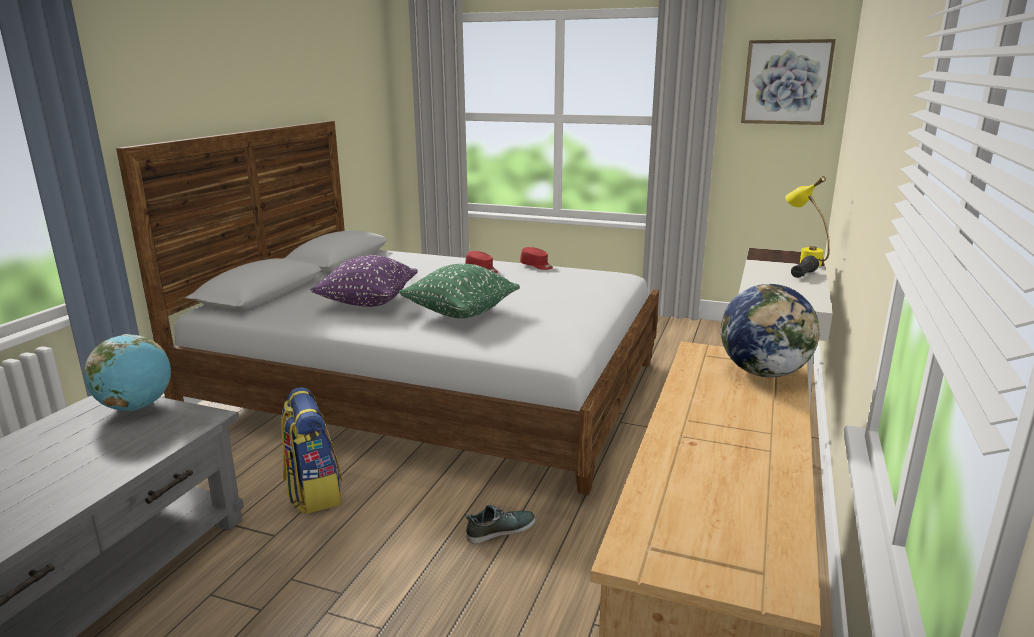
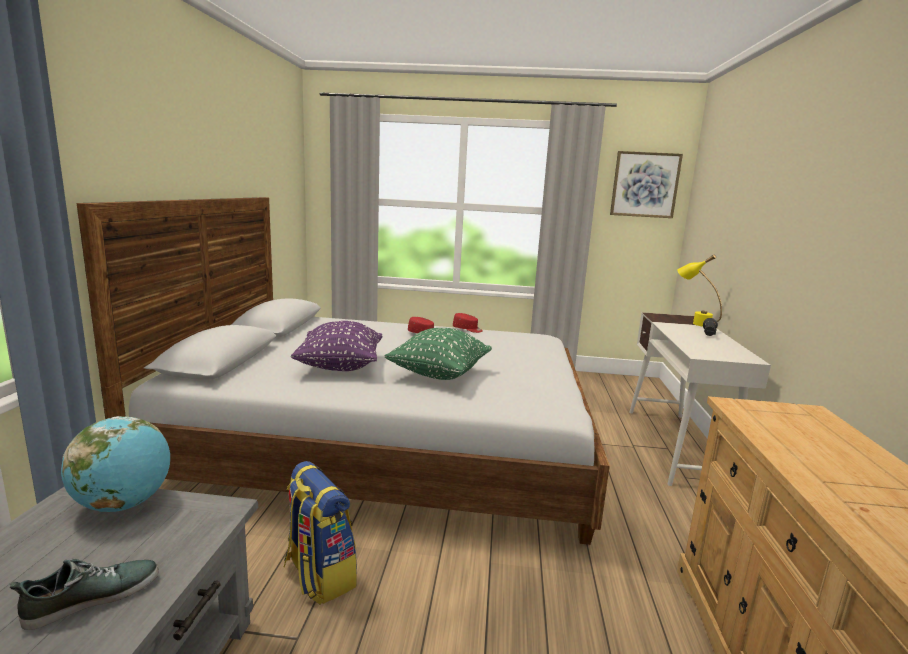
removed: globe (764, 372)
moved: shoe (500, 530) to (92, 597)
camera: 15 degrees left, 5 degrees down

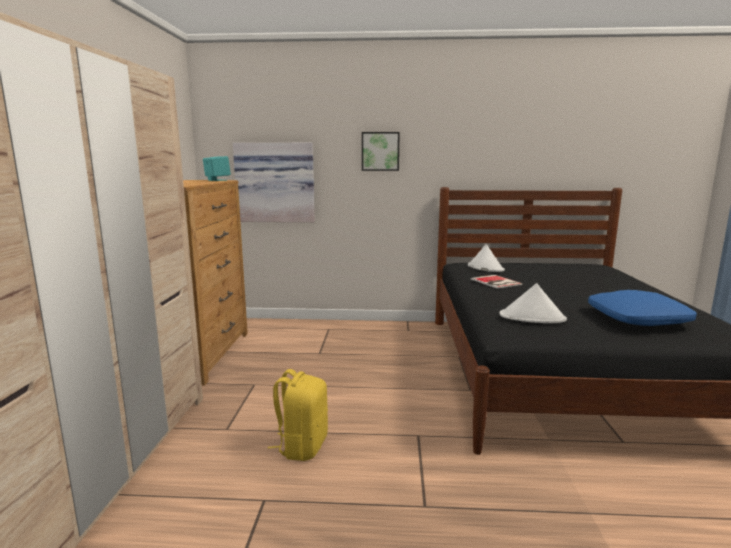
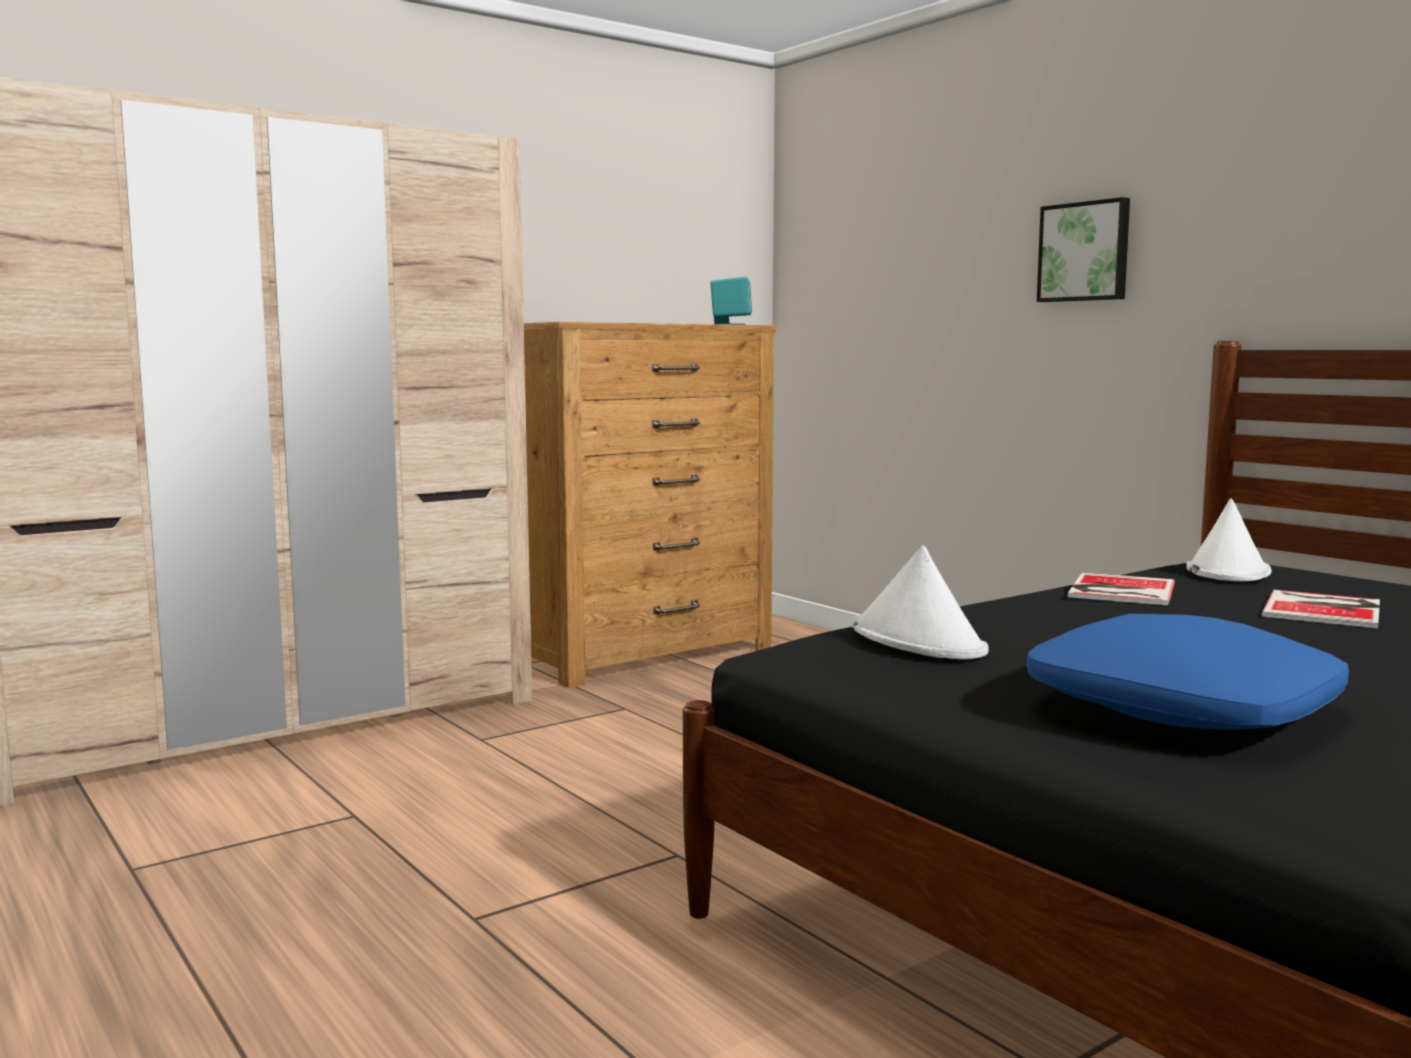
removed: picture (275, 182); backpack (yellow) (302, 446)
added: book (1325, 609)
camera: 50 degrees right, 5 degrees down

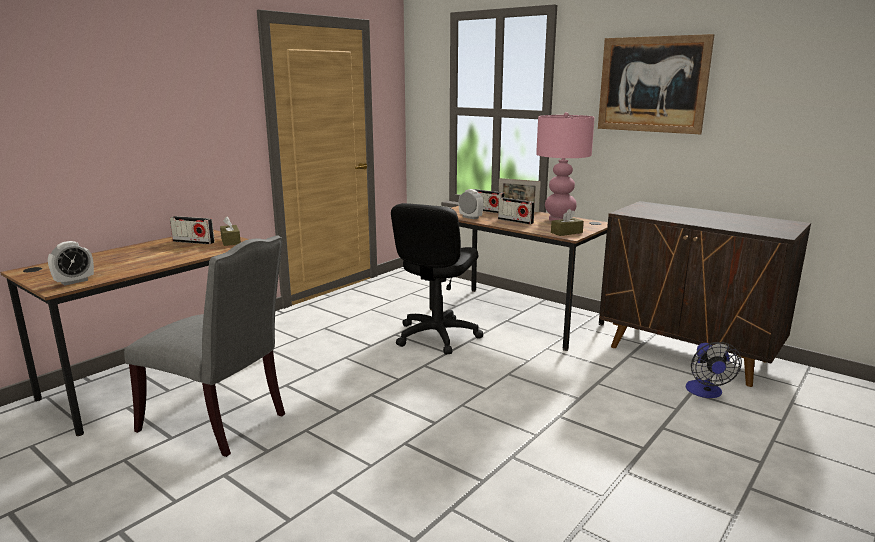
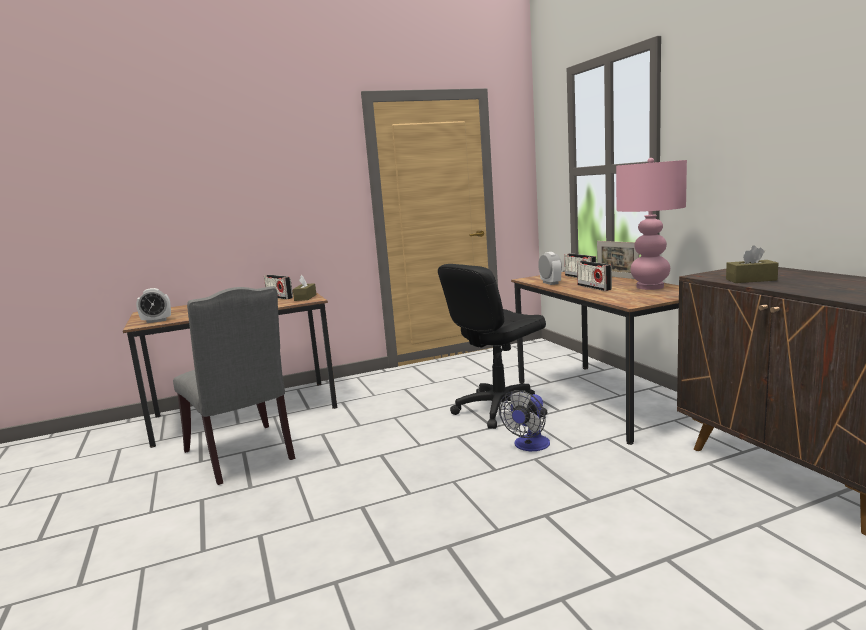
removed: picture (652, 84)
moved: tissue box (brown) (566, 232) to (751, 280); fan (706, 393) to (529, 446)
camera: 30 degrees right, 5 degrees down

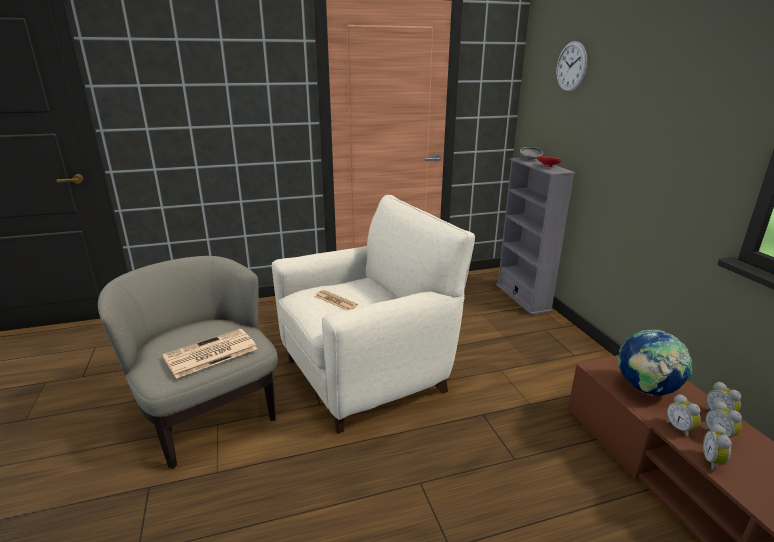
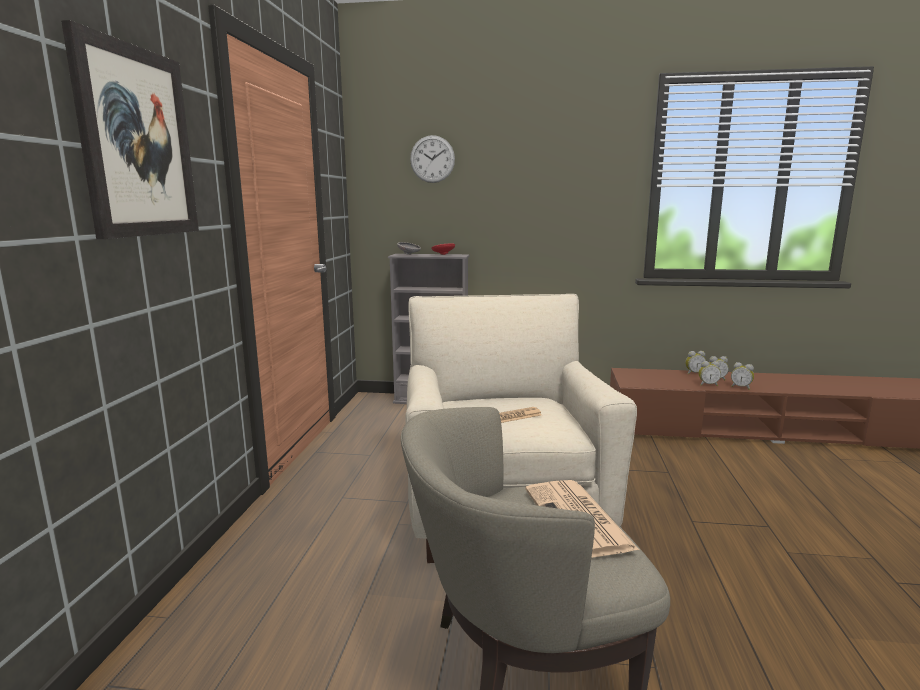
removed: globe (646, 390)
added: picture (137, 143)
camera: 65 degrees left, 10 degrees down

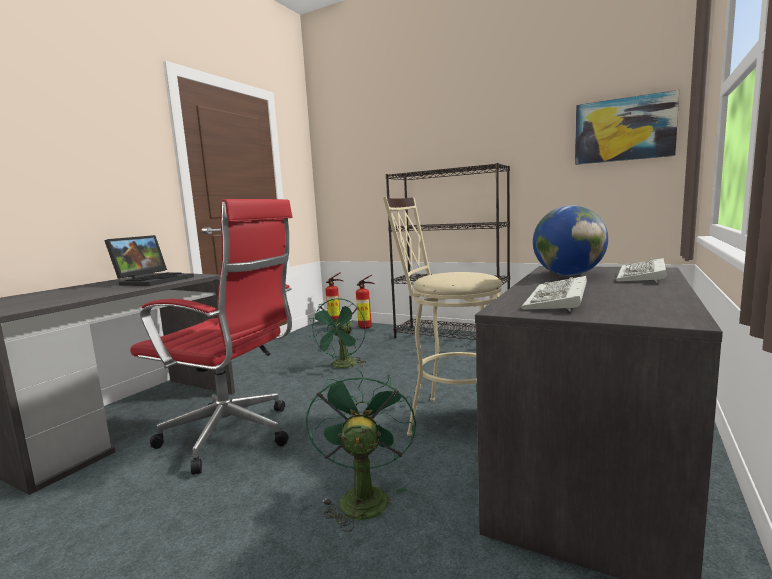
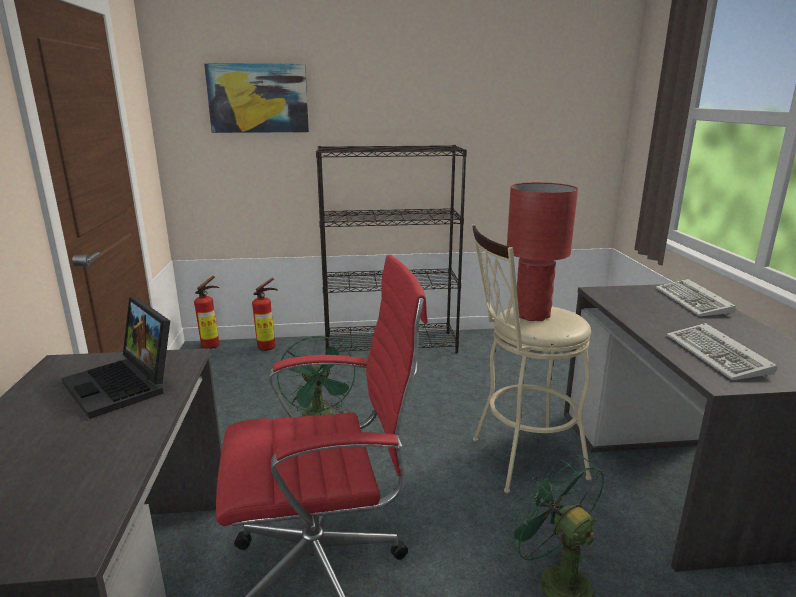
removed: globe (568, 275)
added: table lamp (red) (532, 315)
moved: picture (624, 129) to (258, 98)
turned: laptop (154, 280) = (125, 385) 150 degrees clockwise
camera: 35 degrees left, 10 degrees up

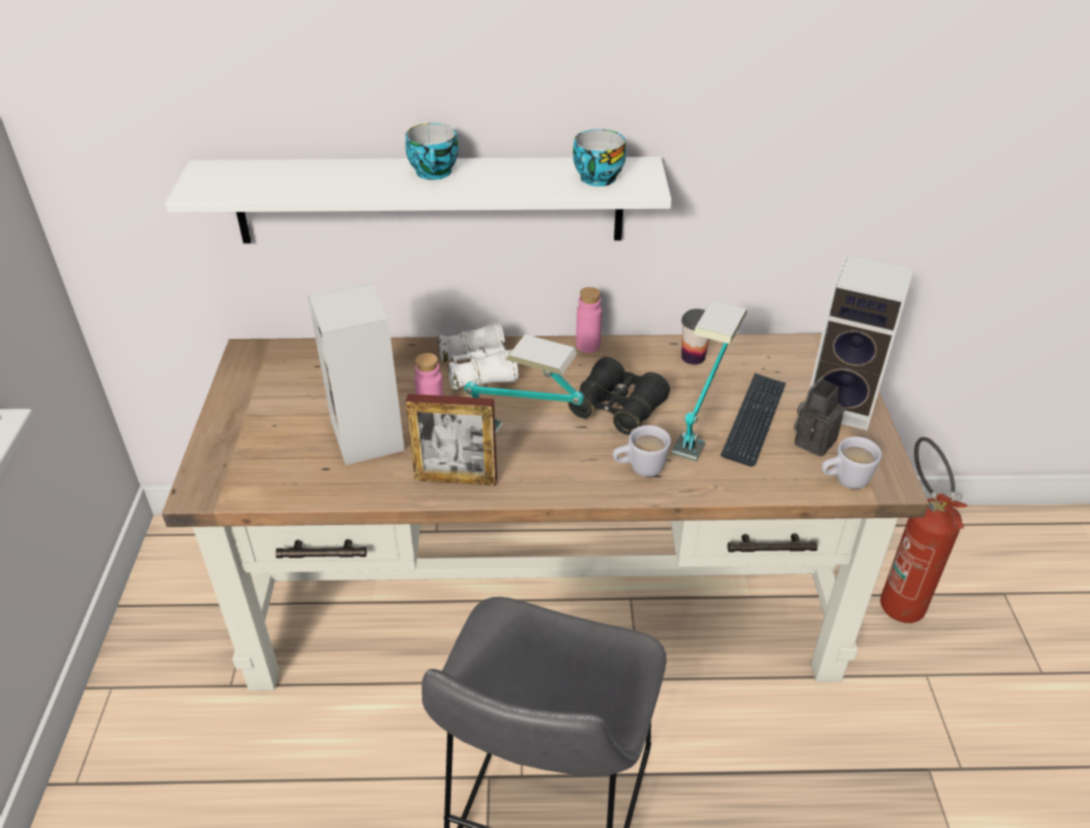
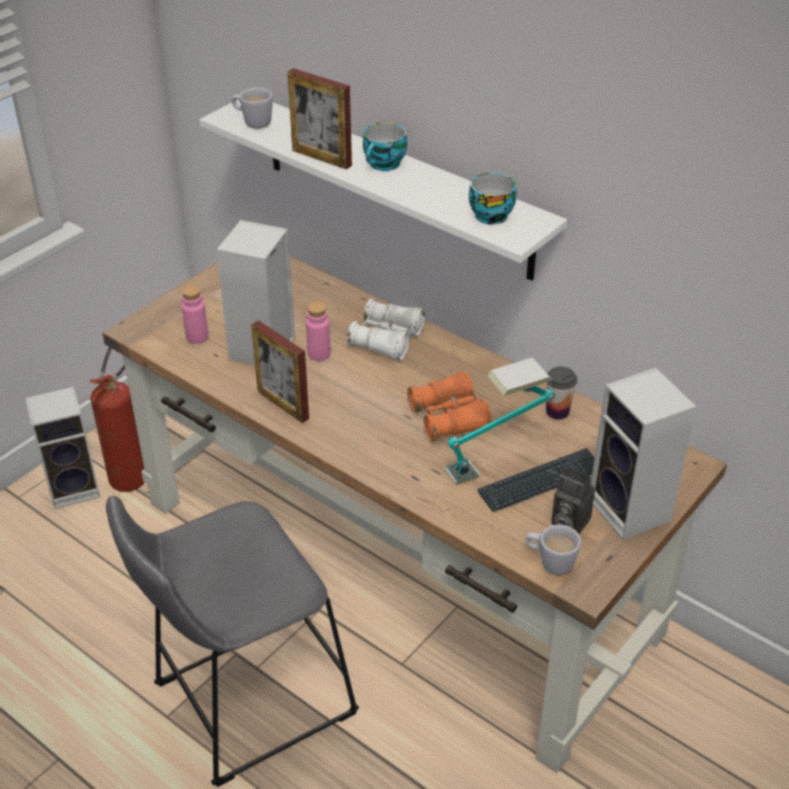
removed: table lamp (524, 441)
added: picture frame (321, 158); speaker (75, 487)
moved: bottle (pink) (588, 345) to (197, 337); mug (white) (639, 469) to (252, 122); fire extinguisher (896, 597) to (134, 473)
recoloured: binoculars (black) (617, 408) to binoculars (orange) (449, 418)
turned: photo camera (813, 440) = (567, 521) 135 degrees counterclockwise
camera: 40 degrees right, 0 degrees up

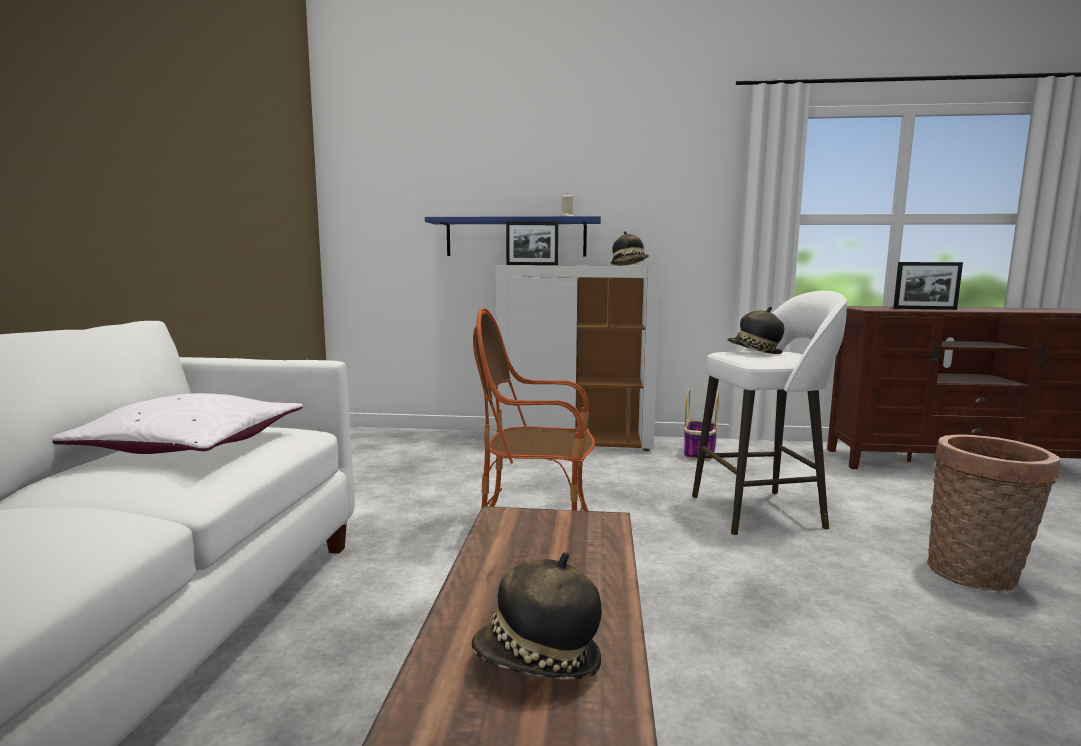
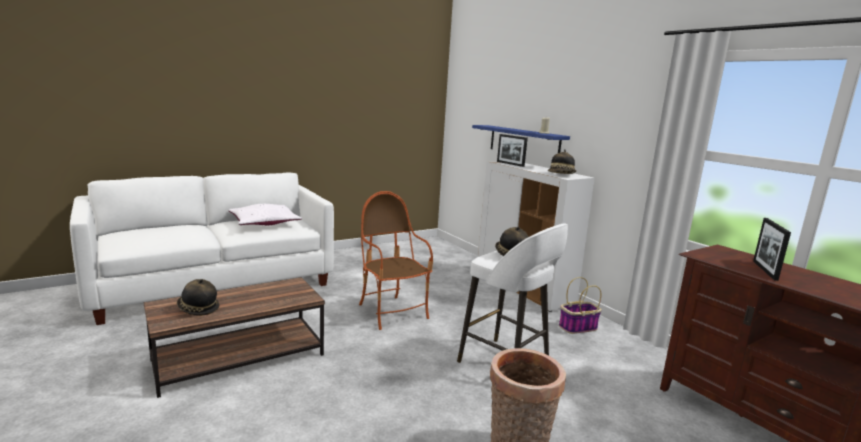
turned: picture frame (924, 309) = (765, 270) 45 degrees clockwise
camera: 50 degrees right, 5 degrees up

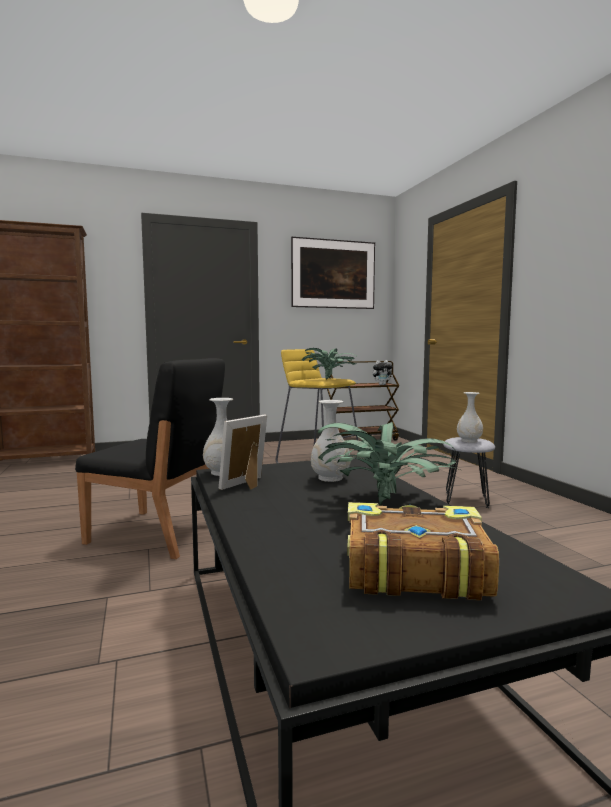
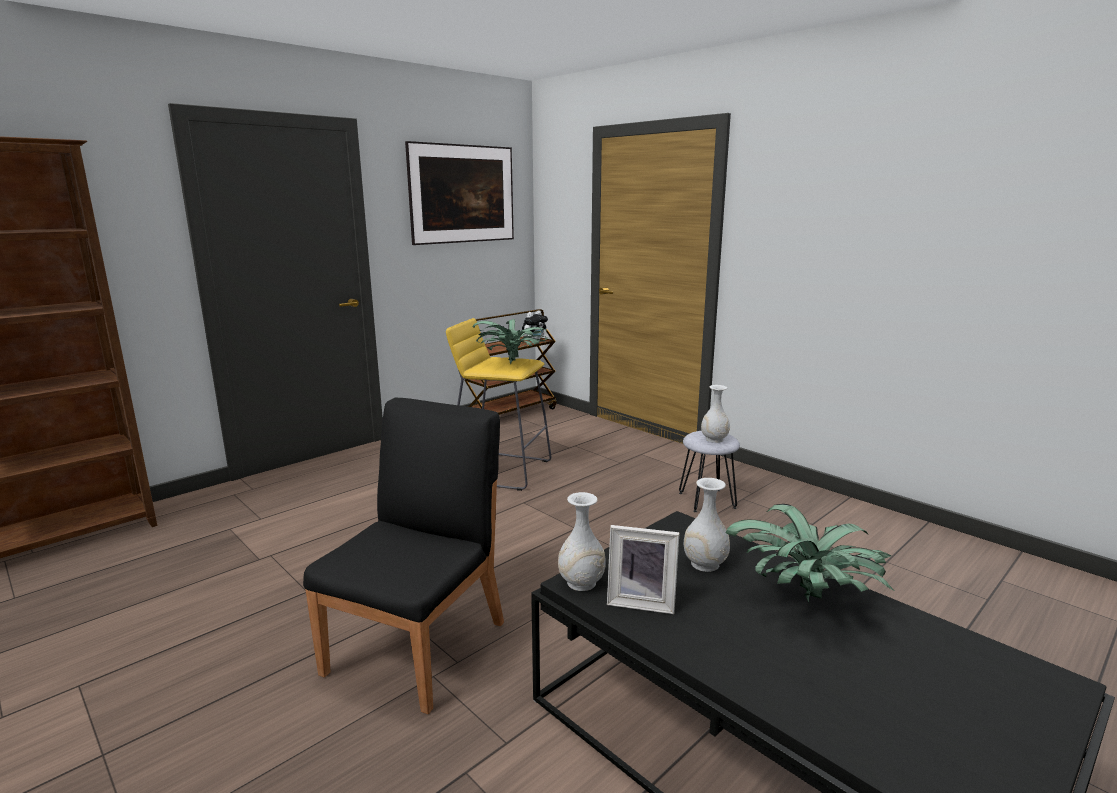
removed: book (412, 569)
turned: chair (black) (158, 533) = (419, 646) 60 degrees counterclockwise; picture frame (247, 485) = (641, 601) 90 degrees counterclockwise
camera: 25 degrees left, 10 degrees up

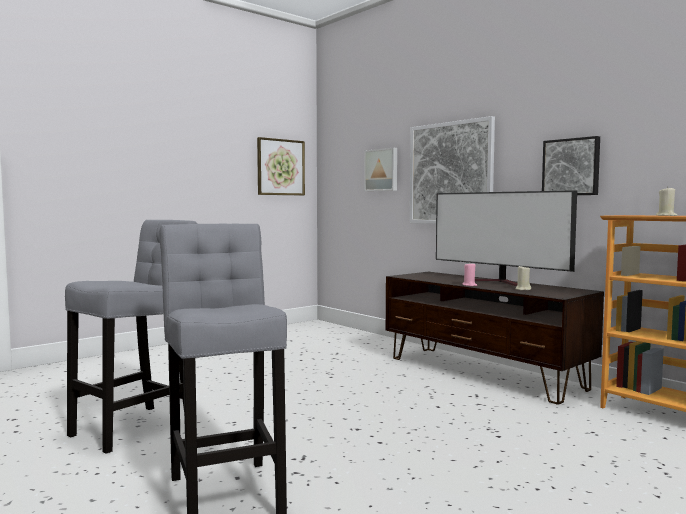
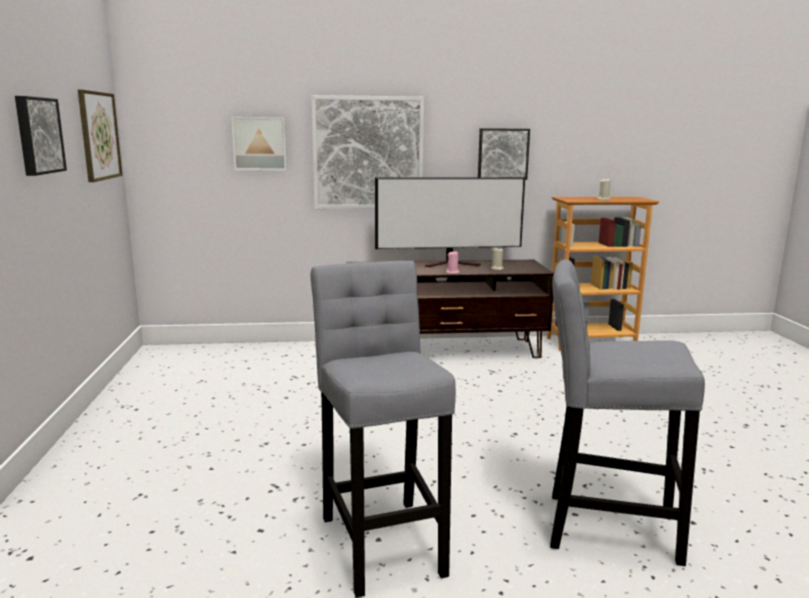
added: picture (37, 135)
camera: 55 degrees left, 10 degrees up

